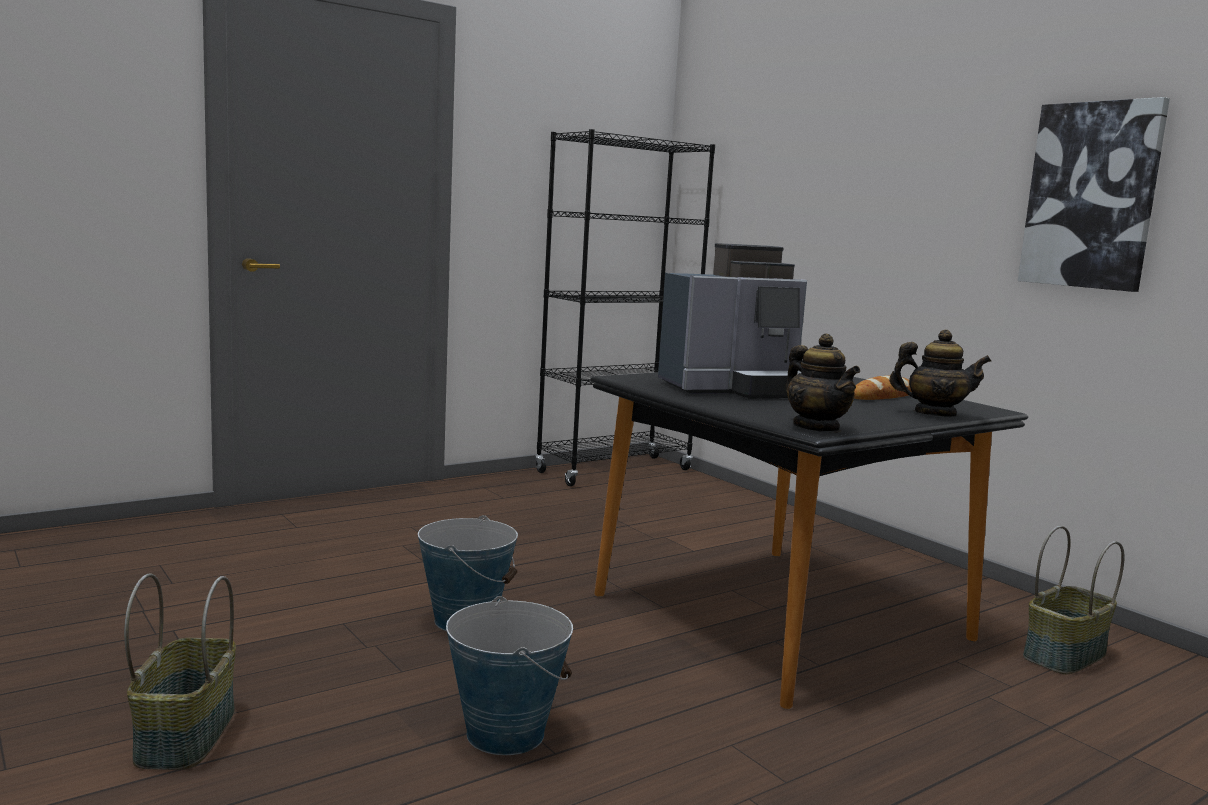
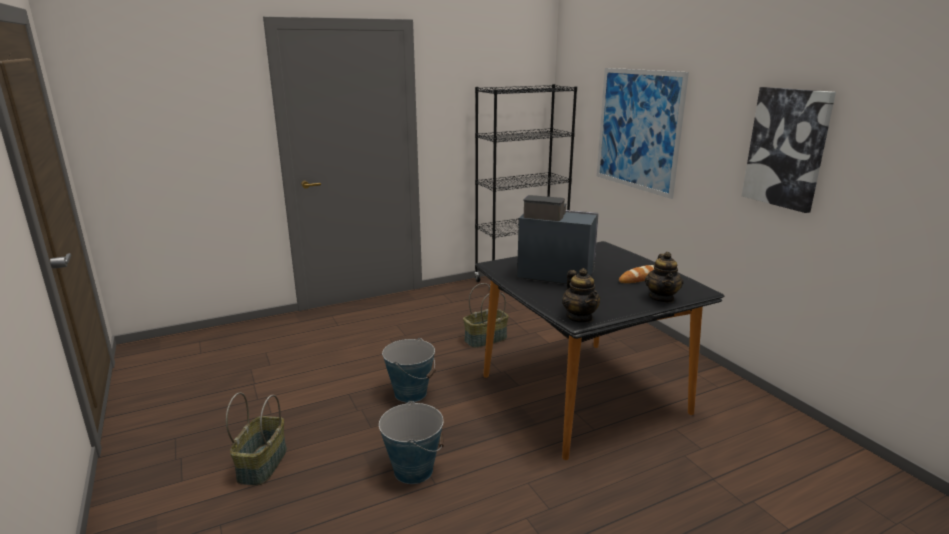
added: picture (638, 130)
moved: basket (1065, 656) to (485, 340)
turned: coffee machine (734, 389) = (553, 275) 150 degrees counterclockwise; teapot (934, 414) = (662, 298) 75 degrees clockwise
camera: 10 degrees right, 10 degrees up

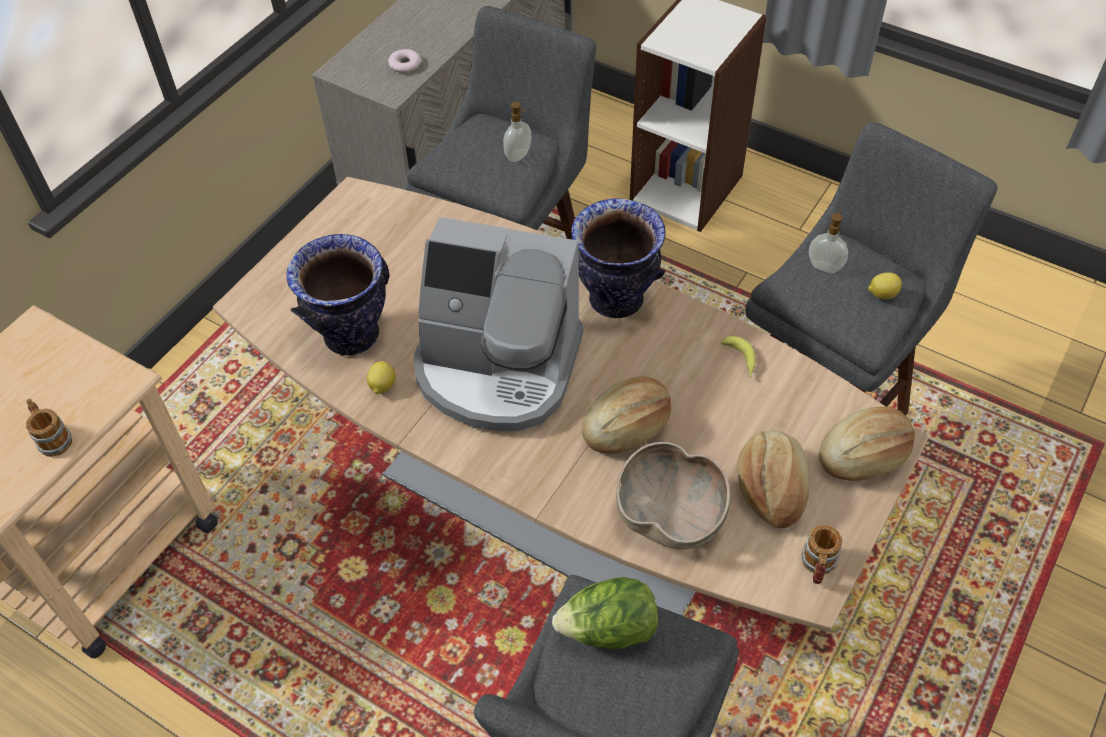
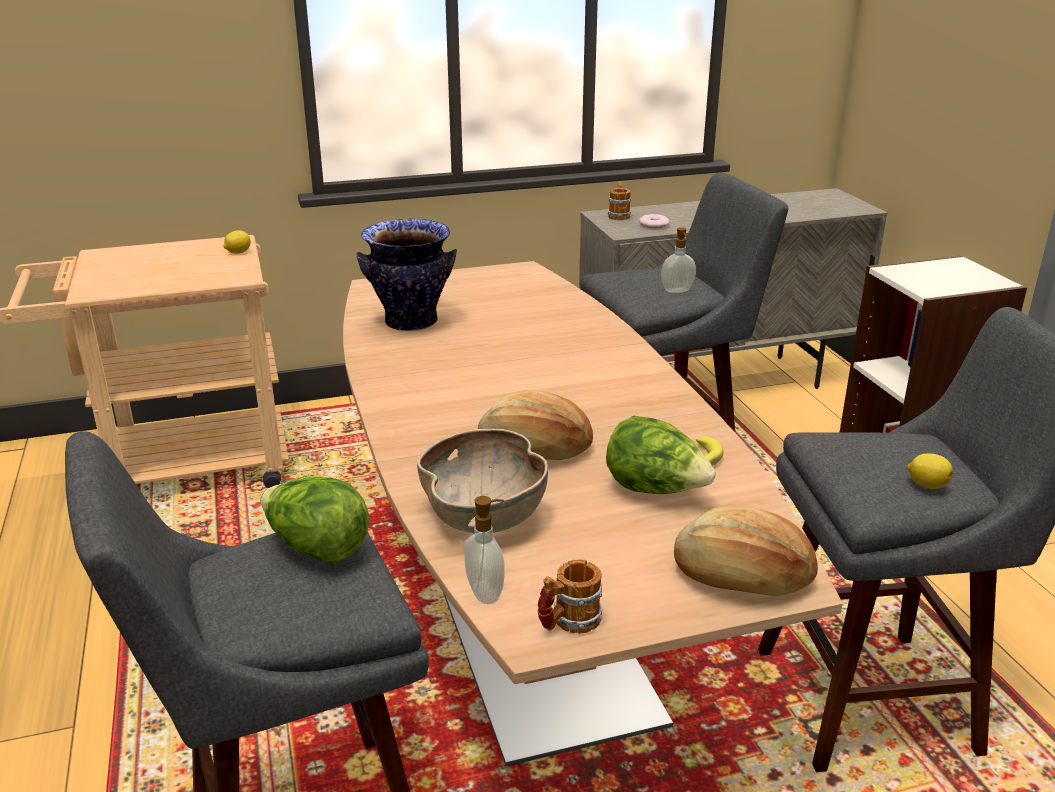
removed: vase (616, 299); coffee machine (497, 368); bread (772, 487)
added: lettuce (655, 490)
moved: soap dispenser (825, 266) to (486, 592); lemon (382, 386) to (238, 253); mug (52, 438) to (619, 215)
camera: 40 degrees right, 25 degrees down

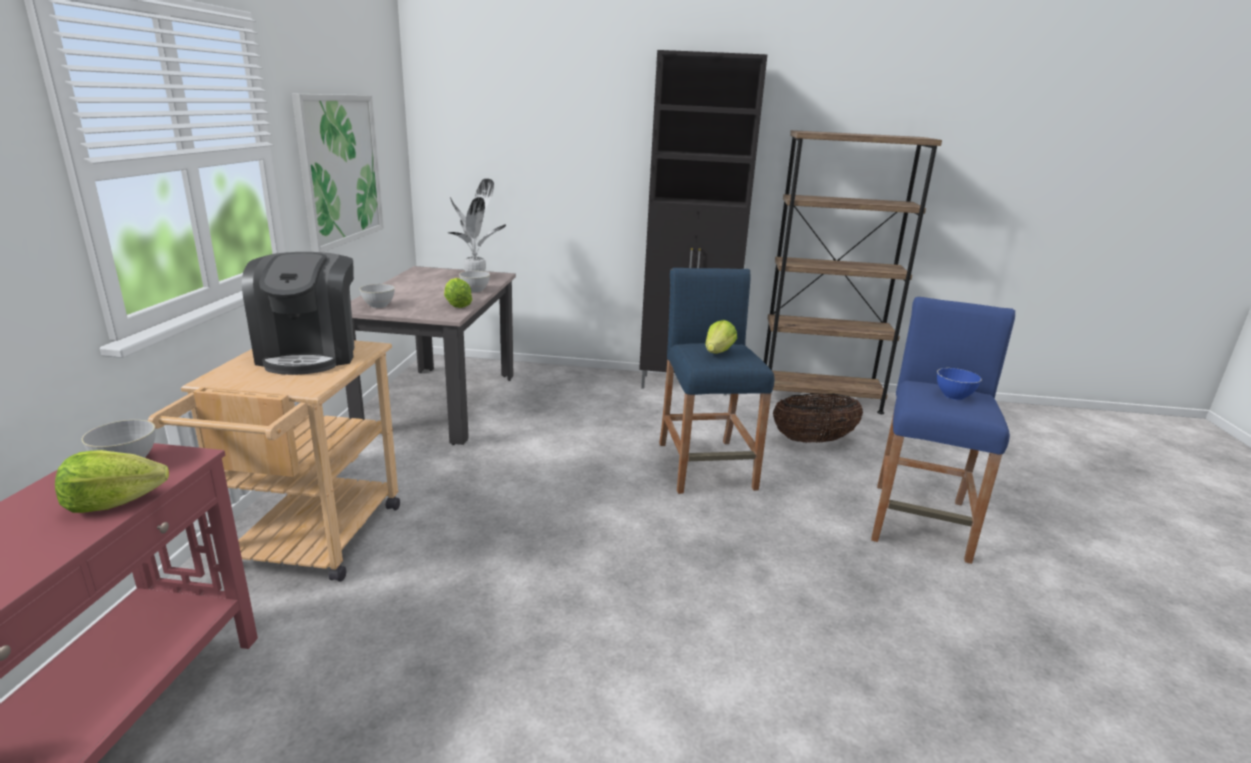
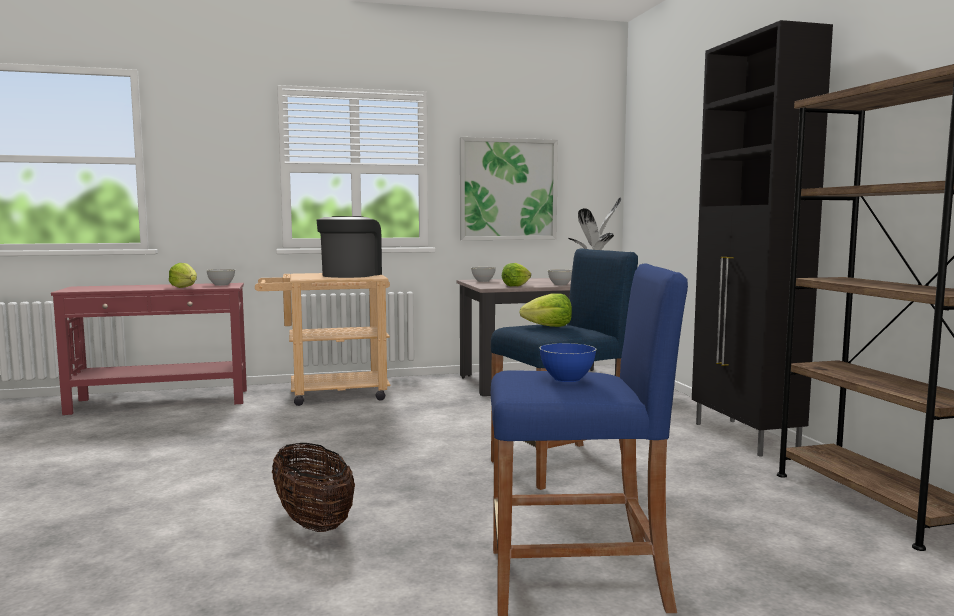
moved: basket (813, 440) to (313, 522)
turned: coffee machine (310, 354) = (350, 275) 135 degrees clockwise
camera: 70 degrees right, 15 degrees down

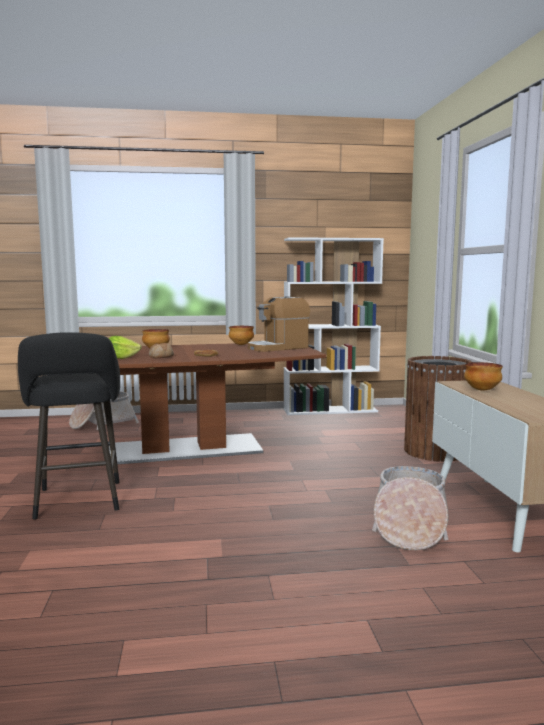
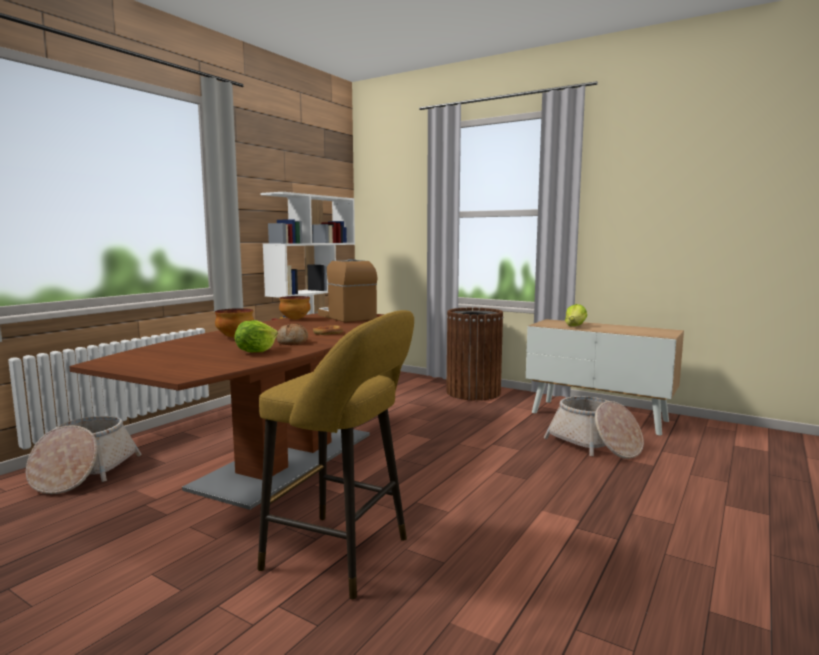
replaced: bowl (482, 390) to lettuce (575, 326)
recoloured: stool (black) (78, 502) to stool (yellow) (343, 555)
turned: coffee machine (278, 348) = (346, 317) 135 degrees clockwise
camera: 50 degrees left, 0 degrees up

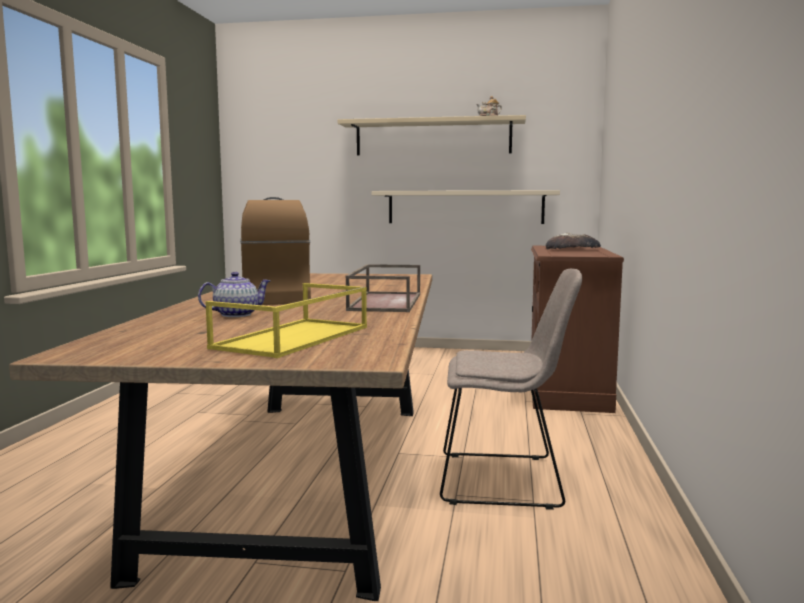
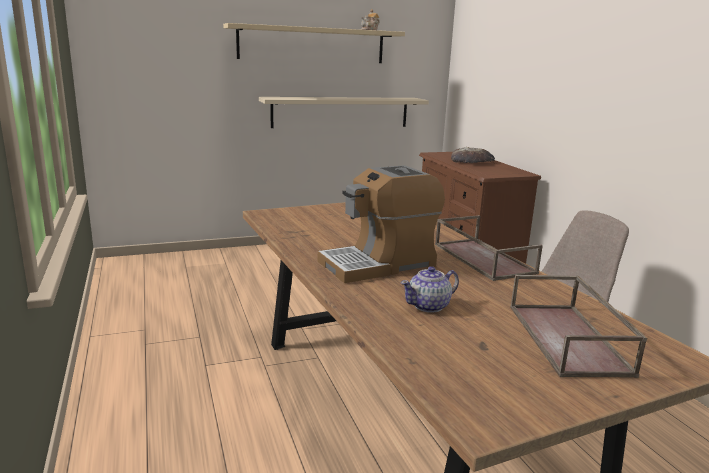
recoloured: tray (yellow) (294, 338) to tray (brown) (569, 339)
turned: coffee machine (275, 297) = (379, 264) 75 degrees counterclockwise; teapot (235, 314) = (429, 306) 150 degrees counterclockwise
camera: 30 degrees left, 10 degrees up

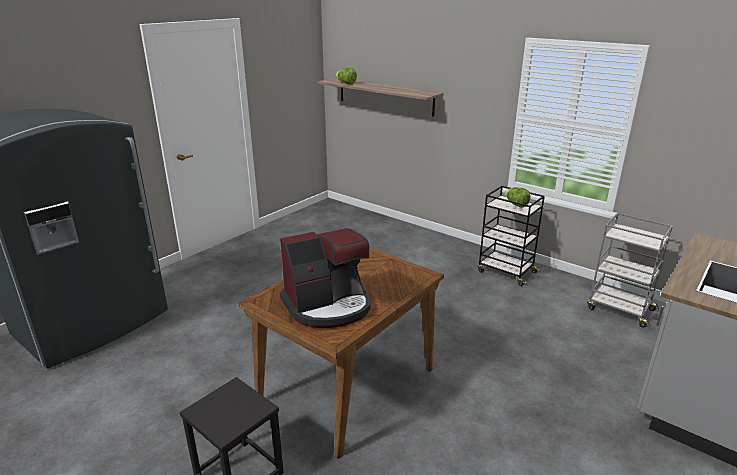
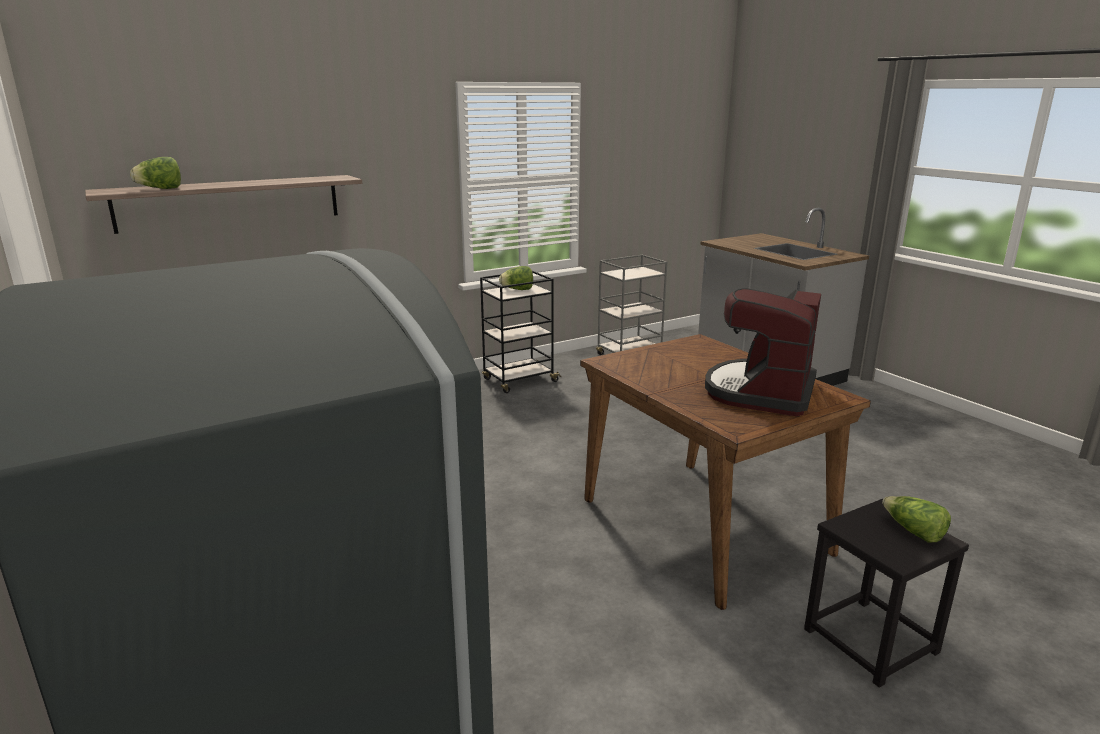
added: lettuce (913, 531)
turned: coffee machine (328, 306) = (761, 392) 150 degrees counterclockwise
camera: 70 degrees left, 5 degrees down

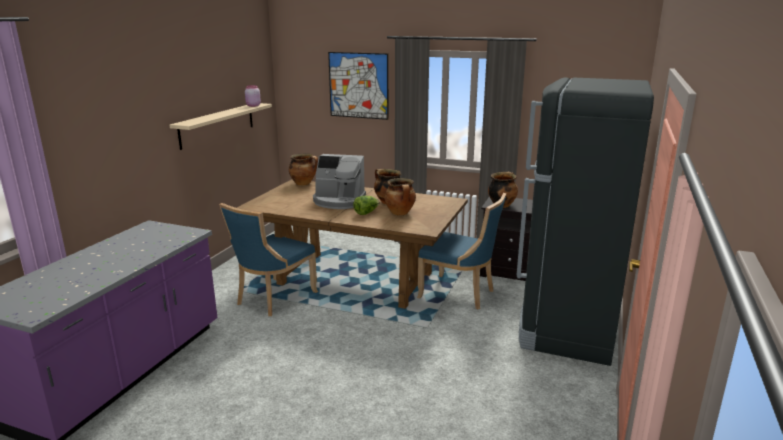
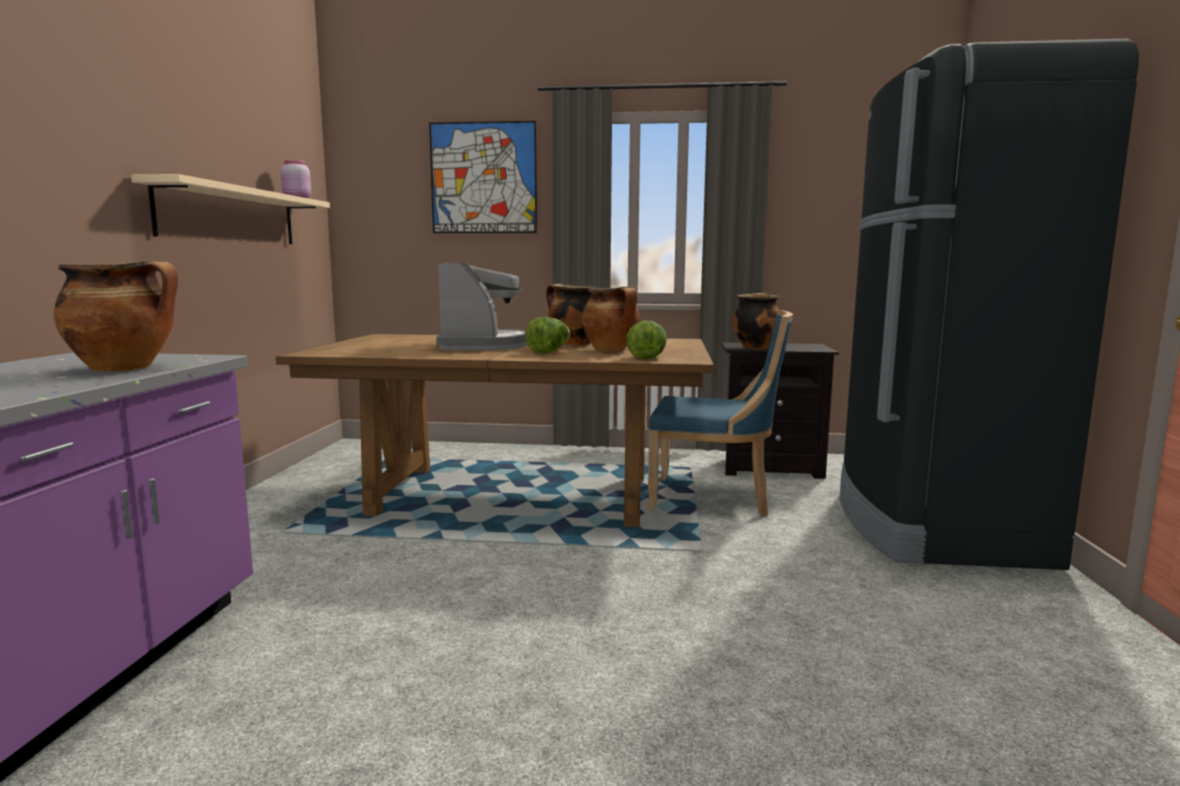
removed: chair (blue) (273, 298)
added: lettuce (648, 357)
moved: cooking pot (304, 183) to (126, 368)
turned: coffee machine (339, 201) = (483, 345) 90 degrees counterclockwise
camera: 15 degrees left, 10 degrees down

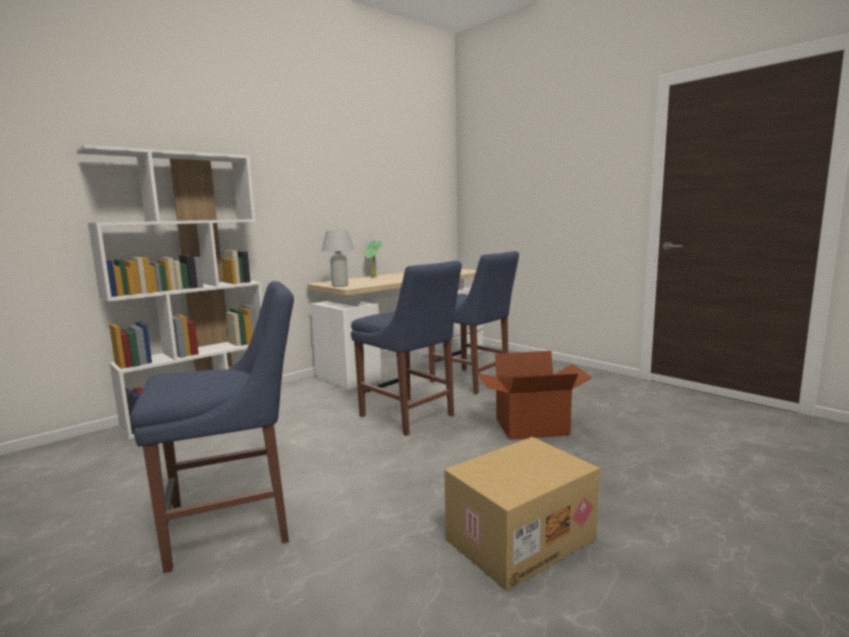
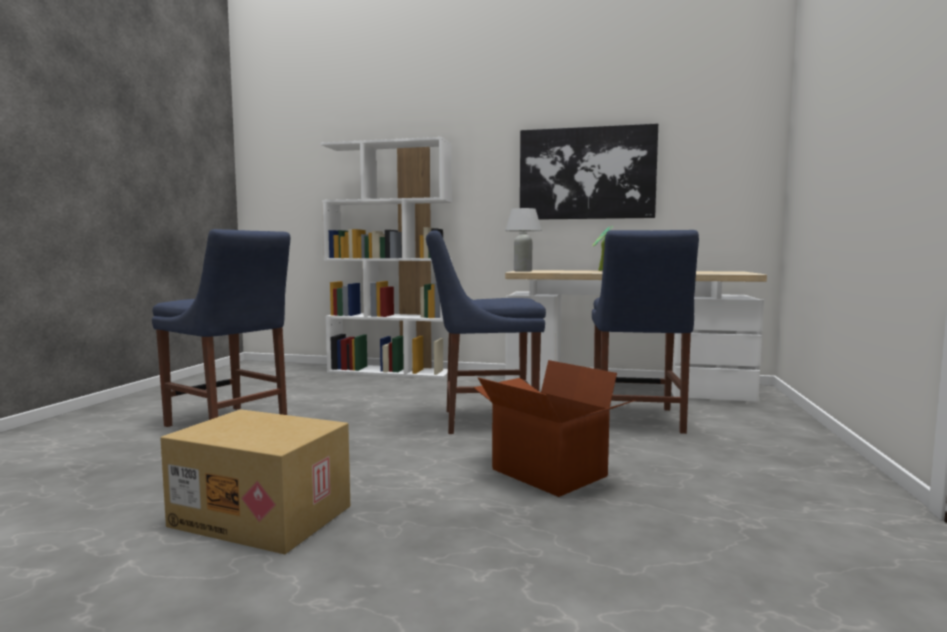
added: picture (586, 173)
turned: chair (blue) (409, 417) = (483, 420) 75 degrees clockwise
camera: 55 degrees right, 5 degrees down

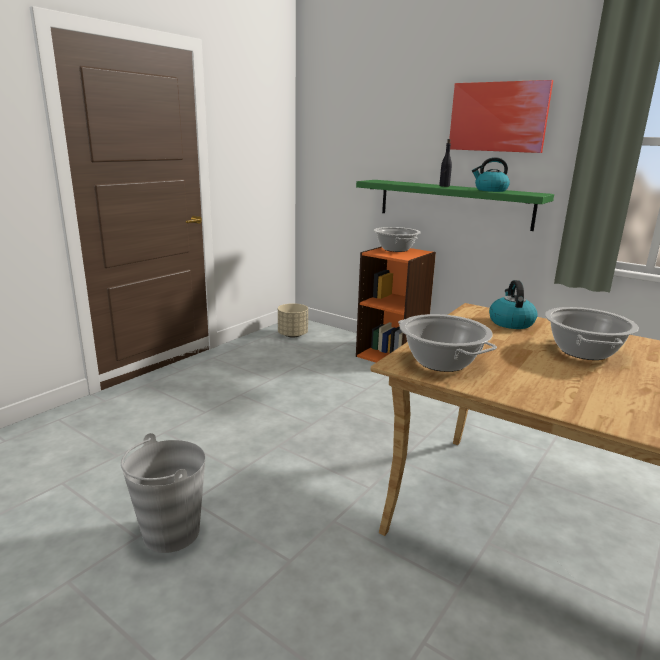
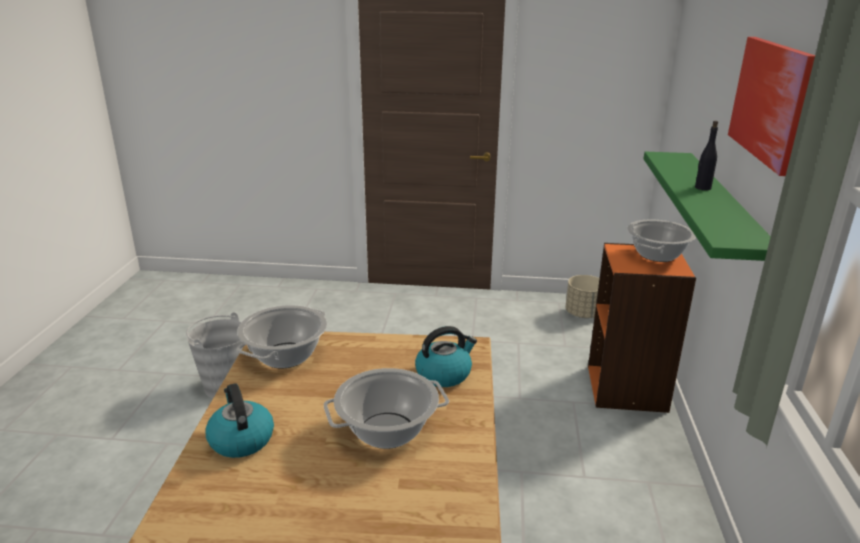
moved: kettle (490, 190) to (241, 439)
camera: 60 degrees right, 5 degrees up

